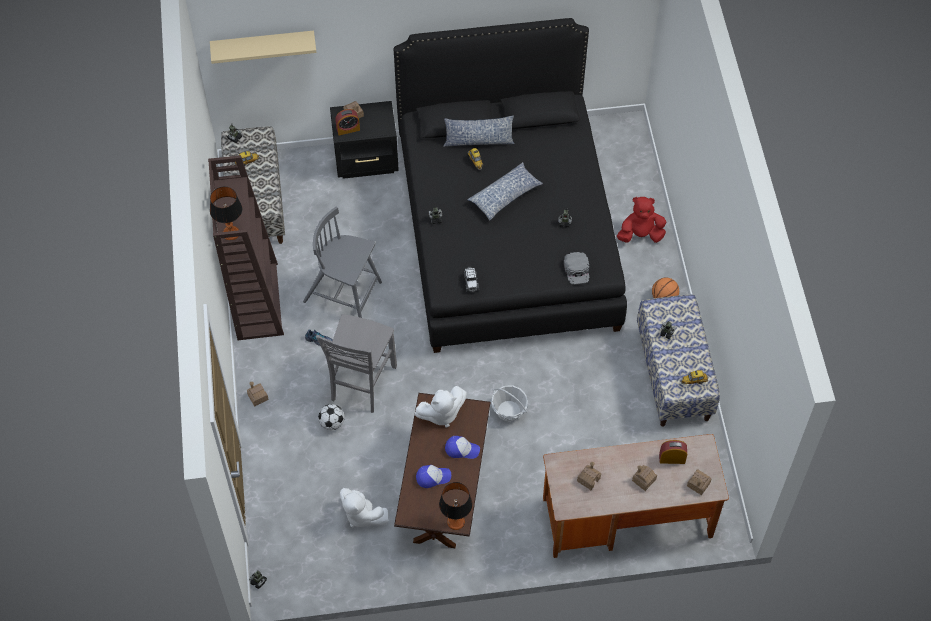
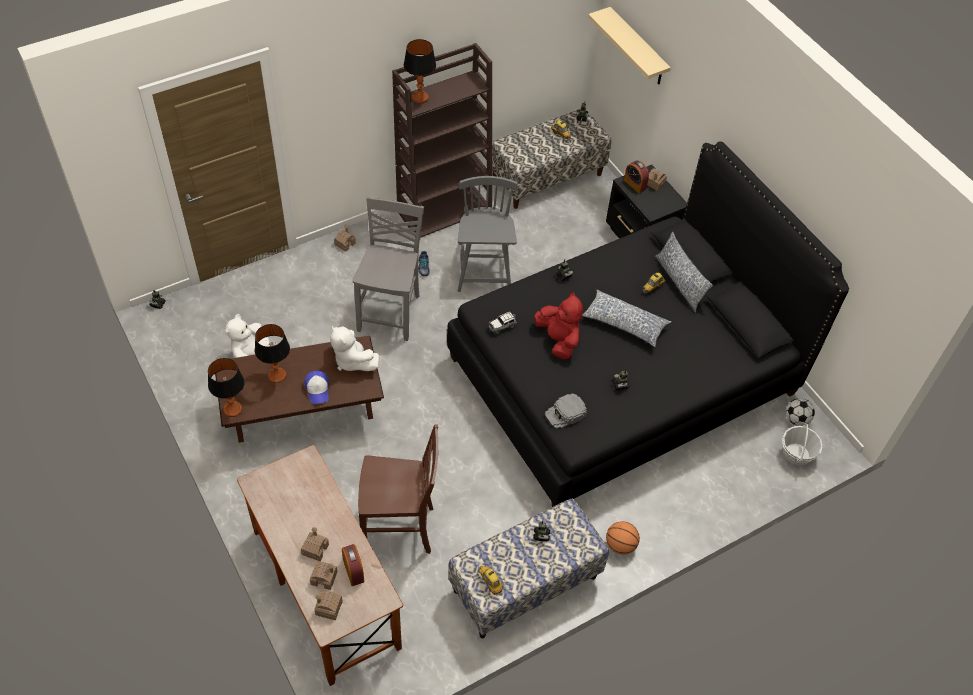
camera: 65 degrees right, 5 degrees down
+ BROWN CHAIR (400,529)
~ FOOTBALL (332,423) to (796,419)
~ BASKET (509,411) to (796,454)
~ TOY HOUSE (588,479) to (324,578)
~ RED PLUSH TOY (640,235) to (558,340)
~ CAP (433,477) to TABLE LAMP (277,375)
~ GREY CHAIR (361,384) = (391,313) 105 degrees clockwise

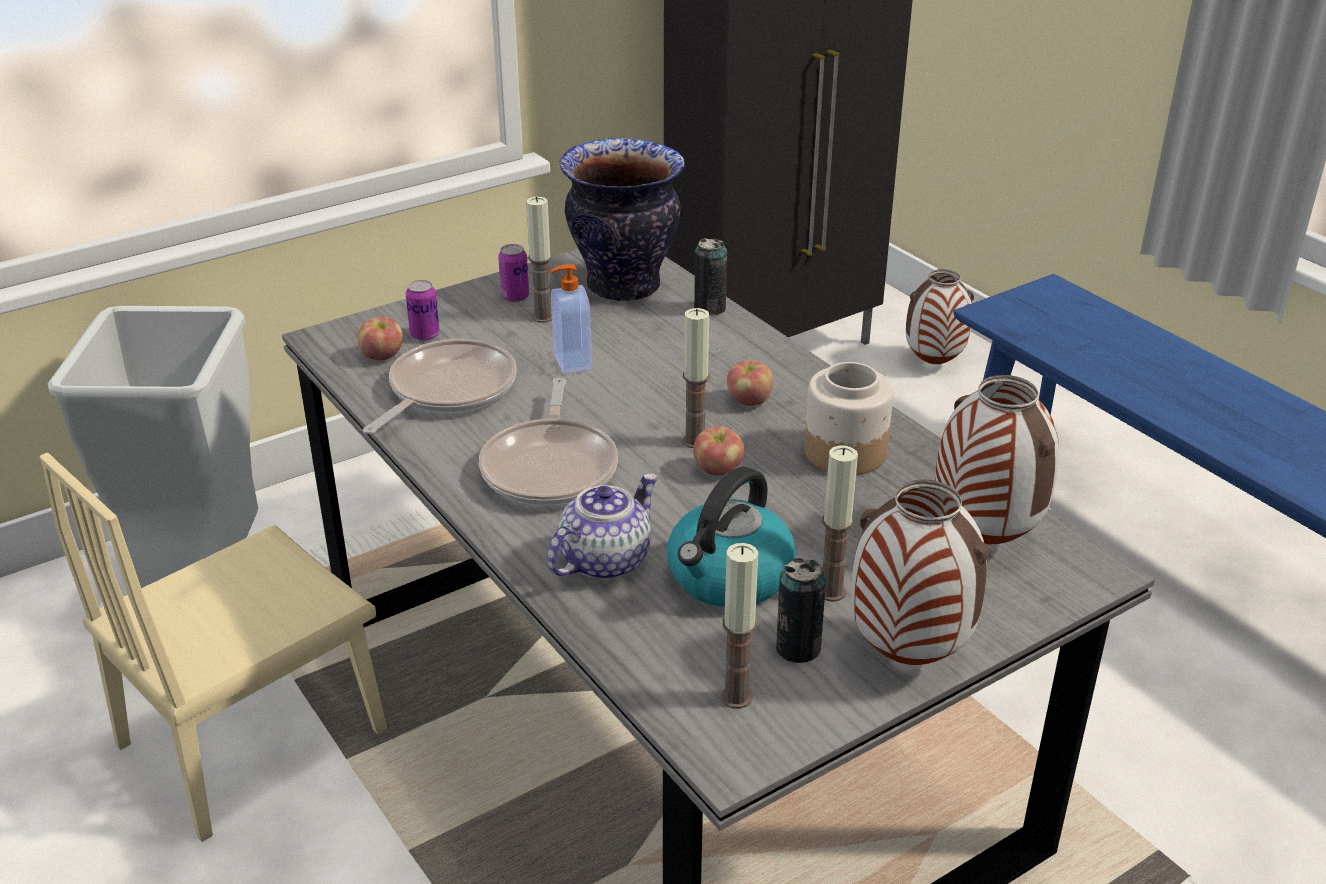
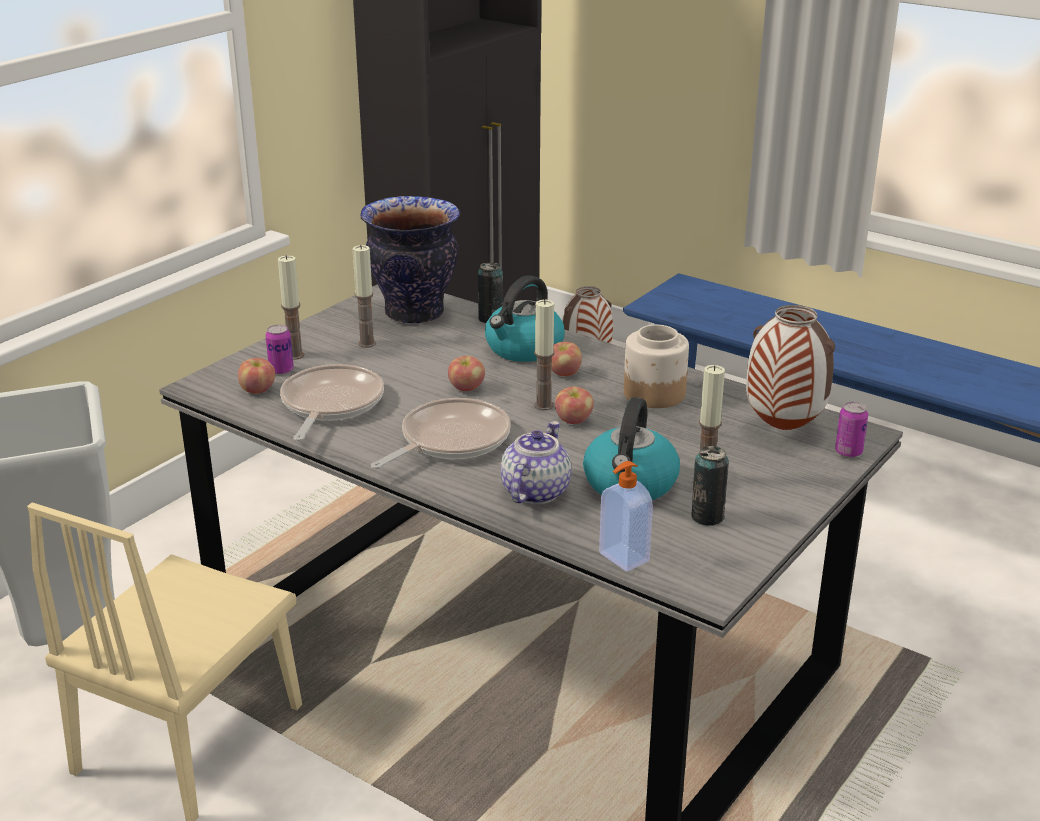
camera: 20 degrees left, 5 degrees down
- VASE (910,656)
+ APPLE (466,388)
+ KETTLE (523,349)
~ CAN (515,297) to (848,452)
~ SOAP DISPENSER (571,363) to (622,558)
~ CANDLE (736,697) to (295,355)
~ FRYING PAN (551,467) = (450,440) 120 degrees counterclockwise

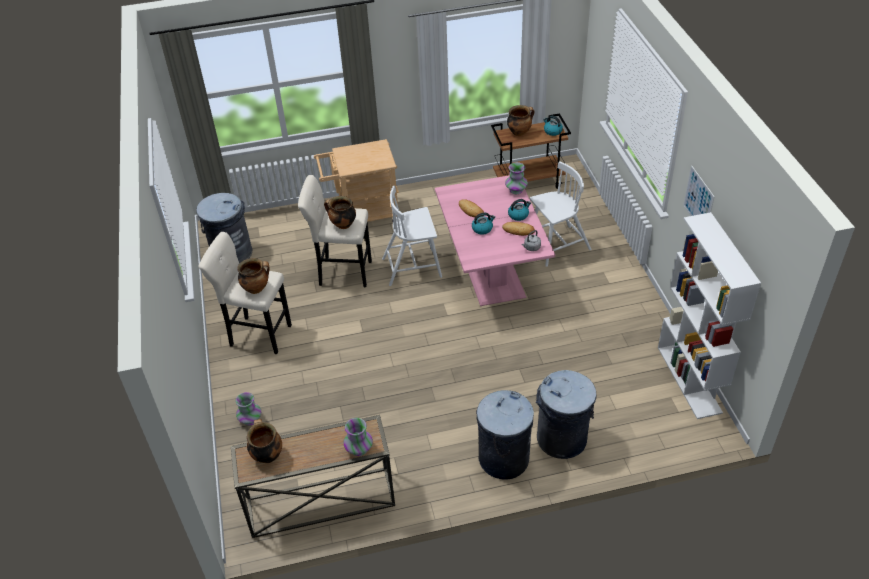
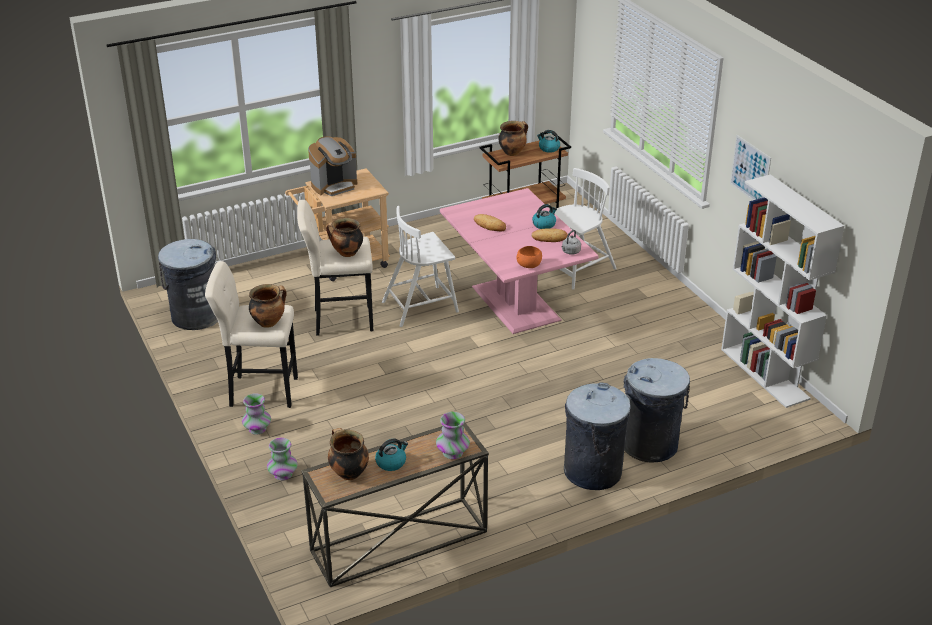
camera: 15 degrees left, 10 degrees down
+ COFFEE MACHINE (334,186)
+ ORANGE BOWL (528,266)
~ KETTLE (482,228) to (391,462)
~ VASE (516,190) to (257,429)

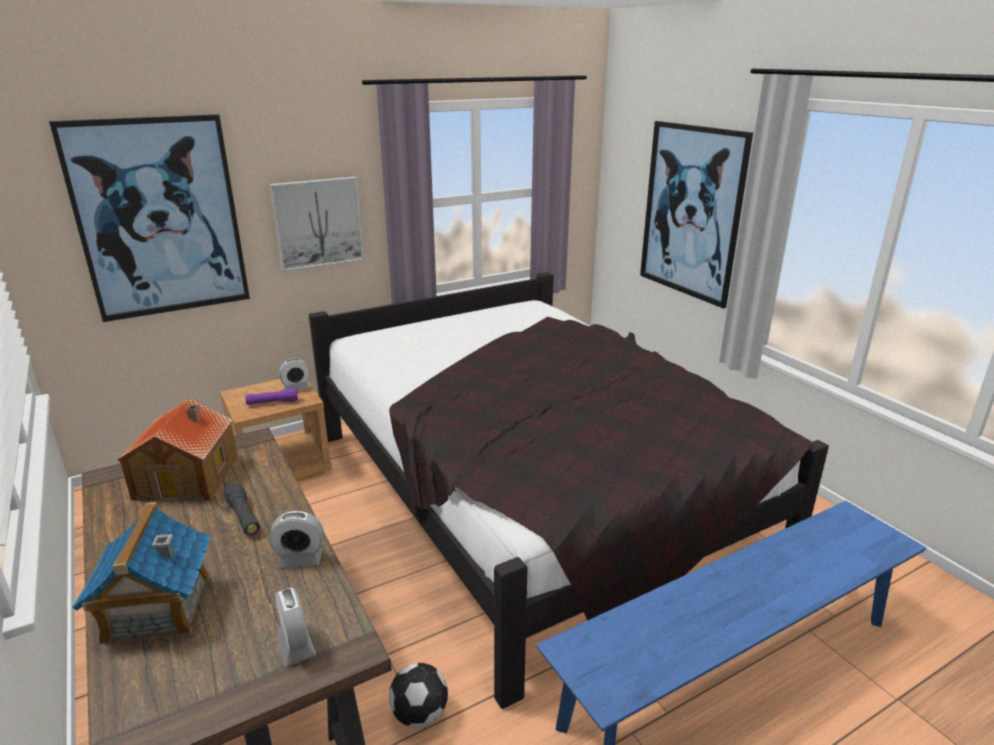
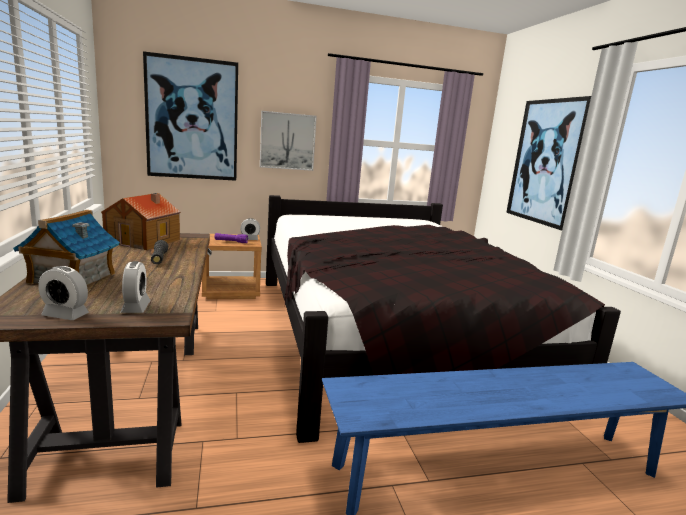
camera: 15 degrees right, 10 degrees down
- FOOTBALL (420,713)
~ ALARM CLOCK (300,559) to (65,315)

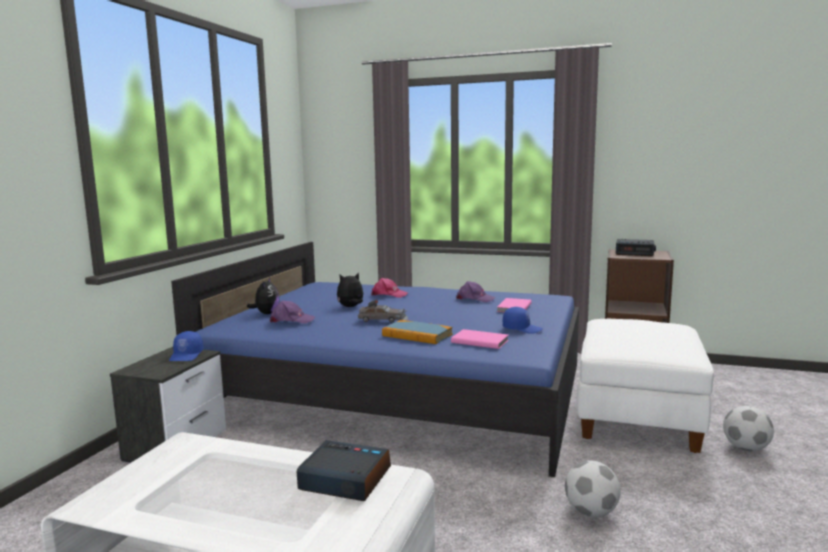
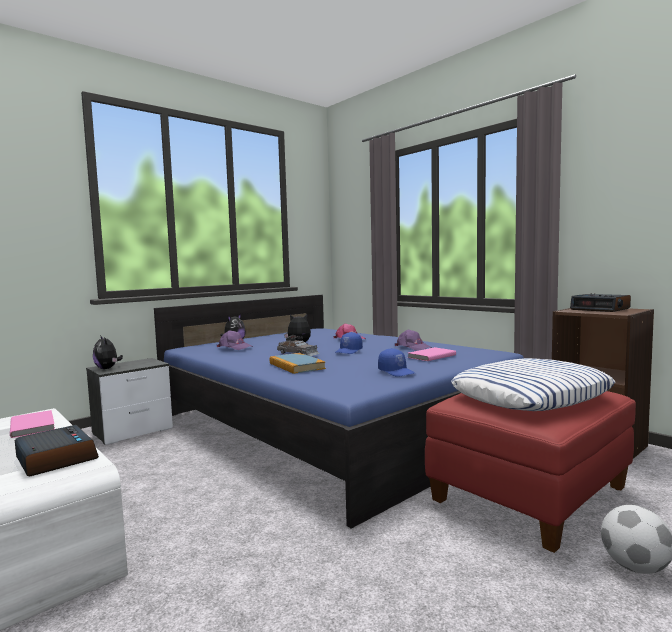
camera: 30 degrees right, 5 degrees down
- FOOTBALL (591,512)
+ PLUSH TOY (107,368)
+ PILLOW (531,395)
~ BLUE CAP (187,355) to (349,351)
~ PINK BOOK (479,341) to (34,425)
~ WHITE OTTOMAN (636,417) to RED OTTOMAN (529,495)

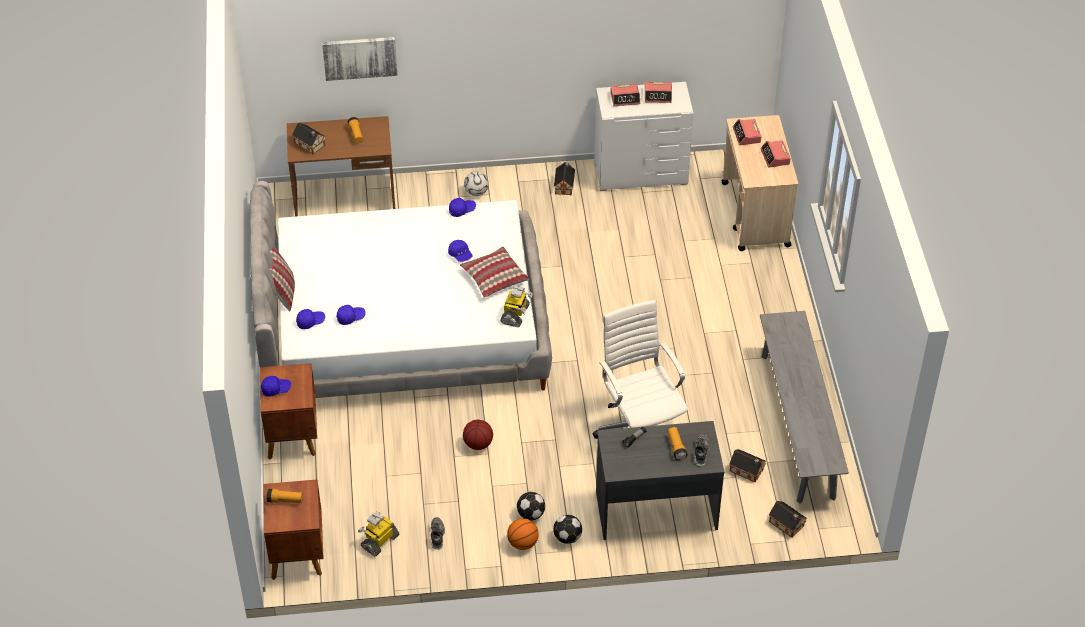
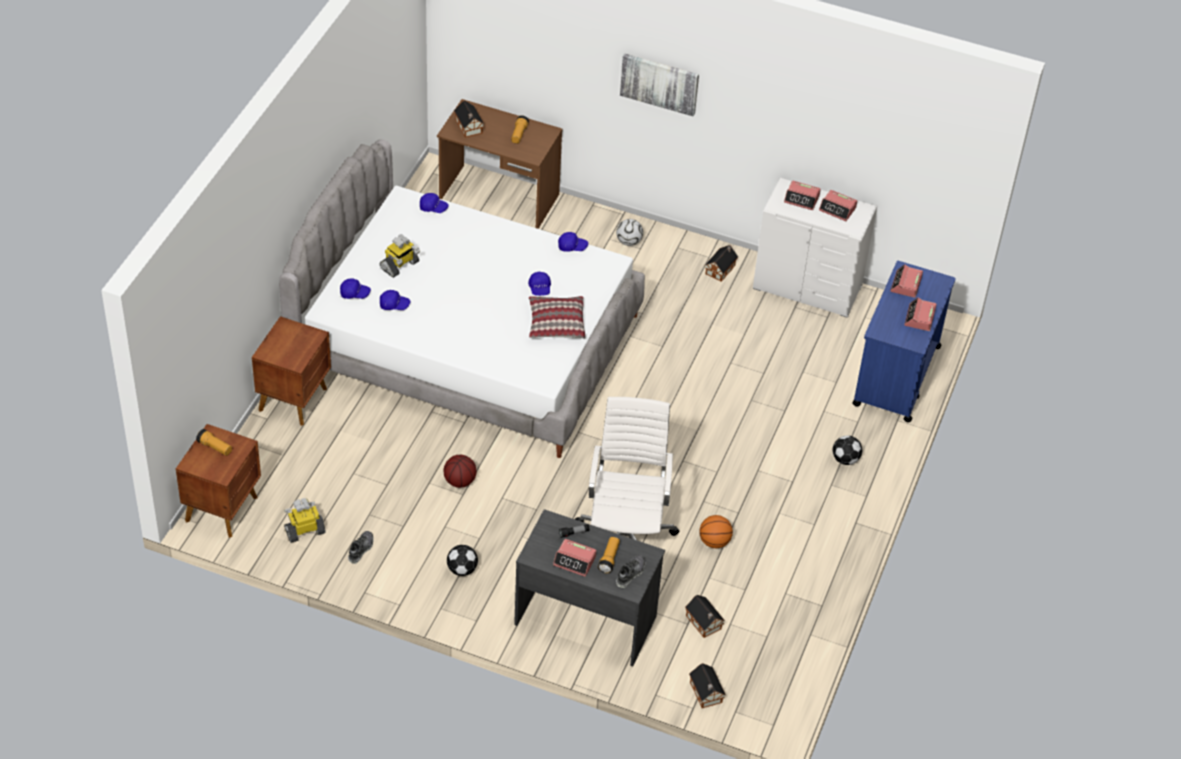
camera: 25 degrees right, 0 degrees up
- PILLOW (283,292)
- GREY BENCH (797,425)
+ ALARM CLOCK (575,561)
~ BLUE CAP (276,389) to (433,208)
~ PICTURE (360,57) to (659,83)
~ TOY ROBOT (515,314) to (399,265)
~ BASKETBALL (522,543) to (714,542)
~ FOOTBALL (567,538) to (845,460)
~ BEIGE CART (755,215) to BLUE CART (896,376)

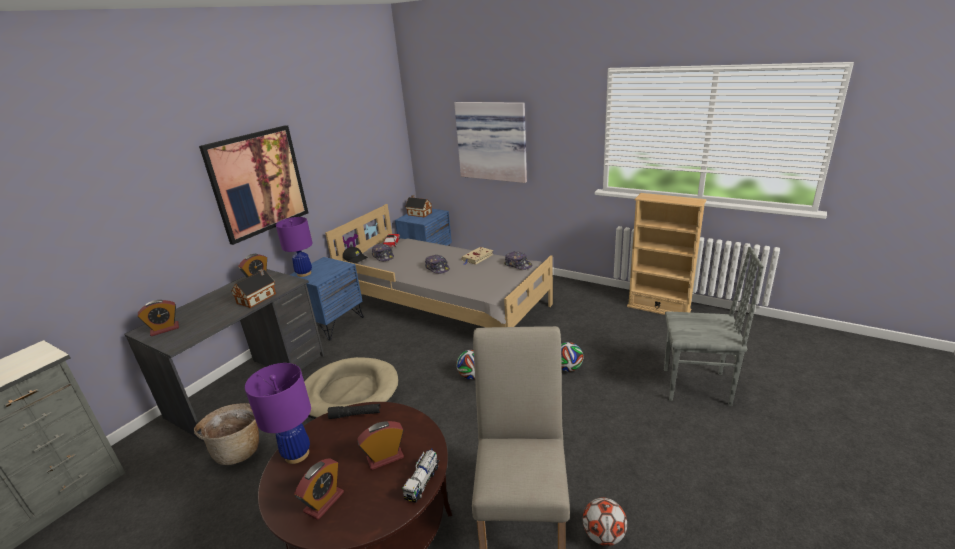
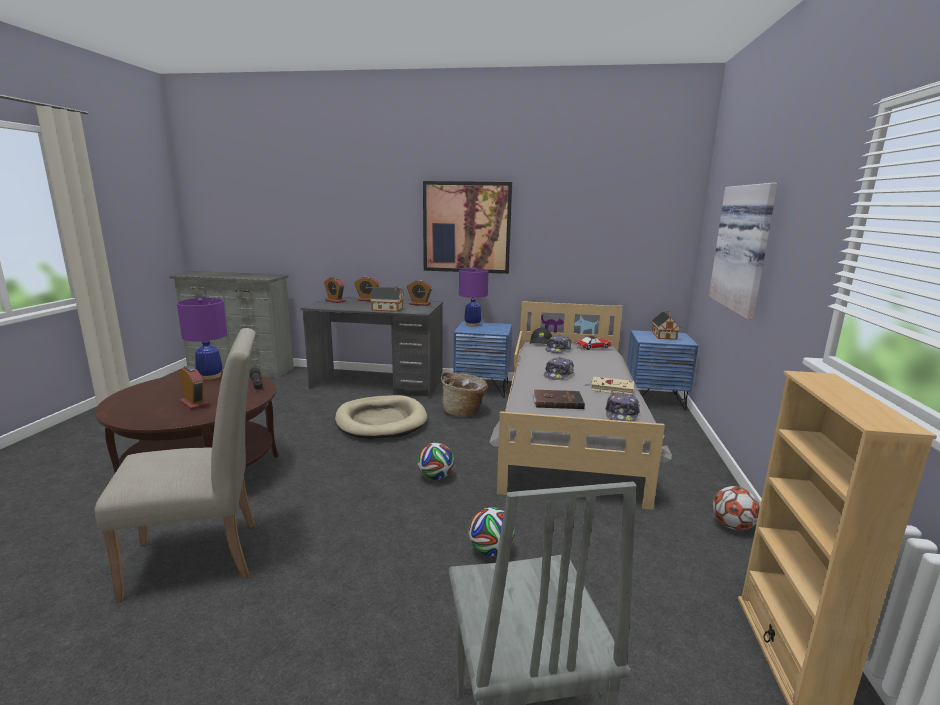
camera: 65 degrees right, 10 degrees down
- TOY TRUCK (422,482)
+ BROWN BOOK (557,401)
~ BASKET (239,449) to (463,411)
~ ALARM CLOCK (324,502) to (367,300)
~ FOOTBALL (603,535) to (732,526)

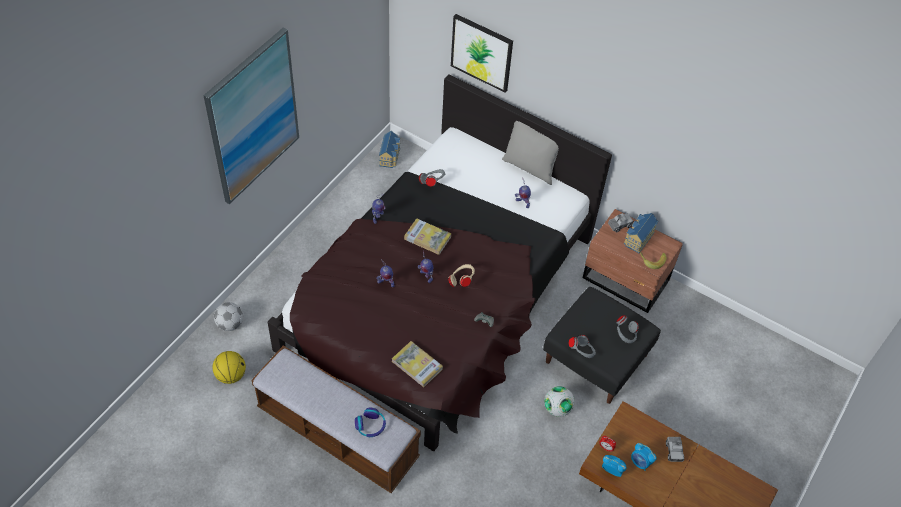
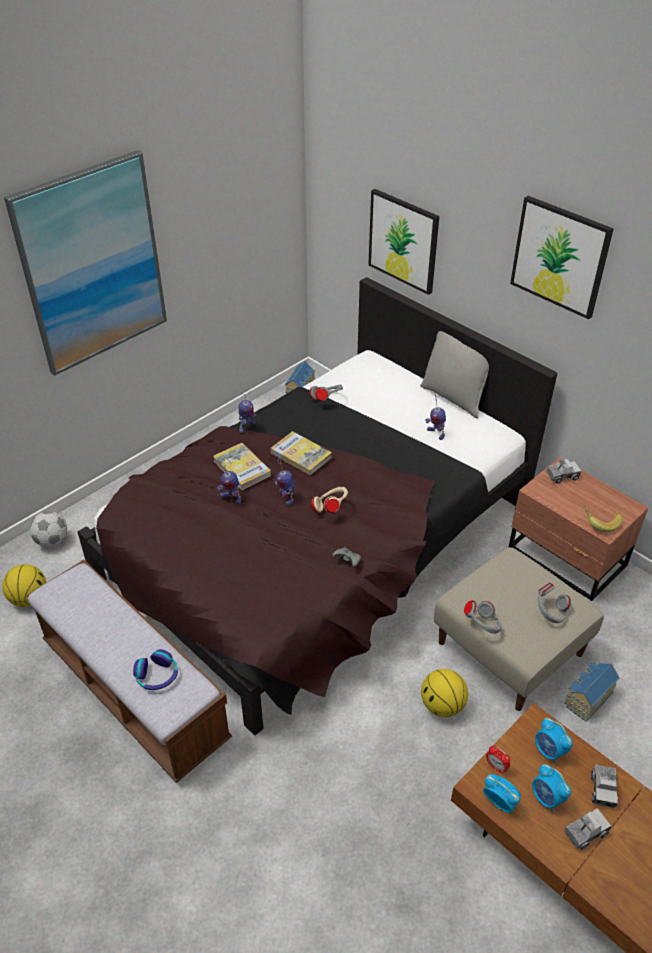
camera: 15 degrees right, 10 degrees down
+ PICTURE (560,256)
+ ALARM CLOCK (549,751)
+ TOY TRUCK (585,832)
~ BOOK (417,365) to (242,468)
~ TOY HOUSE (637,238) to (587,698)
~ FOOTBALL (557,408) to BASKETBALL (442,706)
~ BLACK OTTOMAN (595,358) to BEIGE OTTOMAN (508,648)

